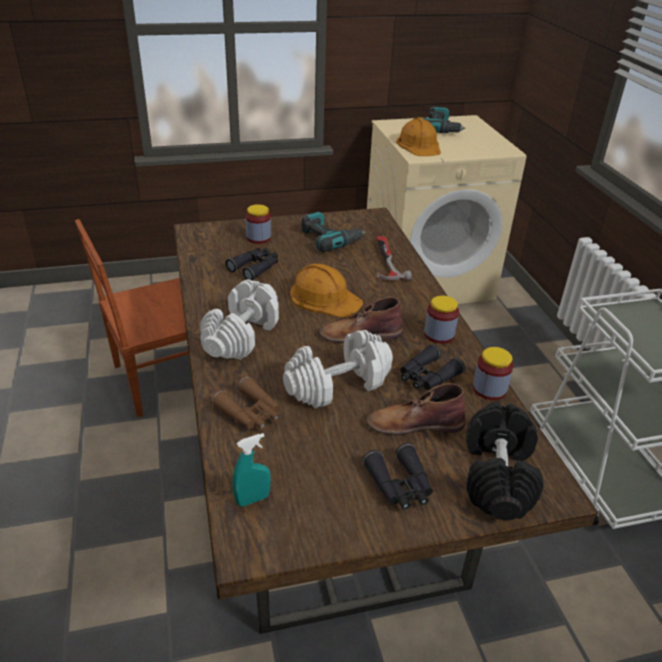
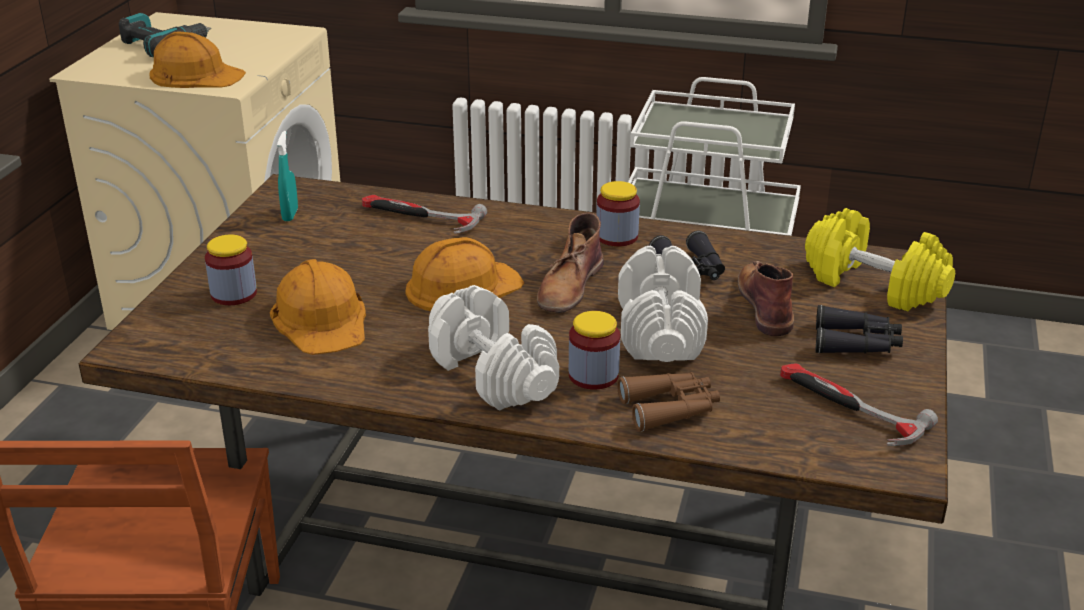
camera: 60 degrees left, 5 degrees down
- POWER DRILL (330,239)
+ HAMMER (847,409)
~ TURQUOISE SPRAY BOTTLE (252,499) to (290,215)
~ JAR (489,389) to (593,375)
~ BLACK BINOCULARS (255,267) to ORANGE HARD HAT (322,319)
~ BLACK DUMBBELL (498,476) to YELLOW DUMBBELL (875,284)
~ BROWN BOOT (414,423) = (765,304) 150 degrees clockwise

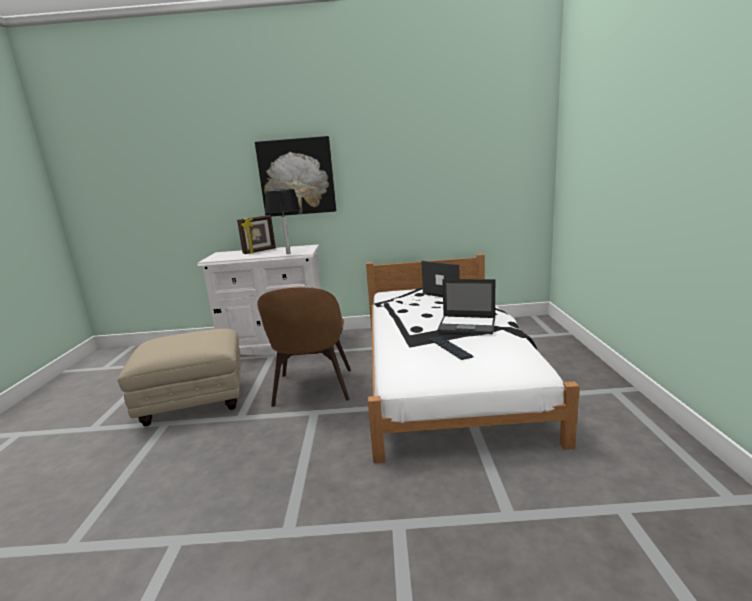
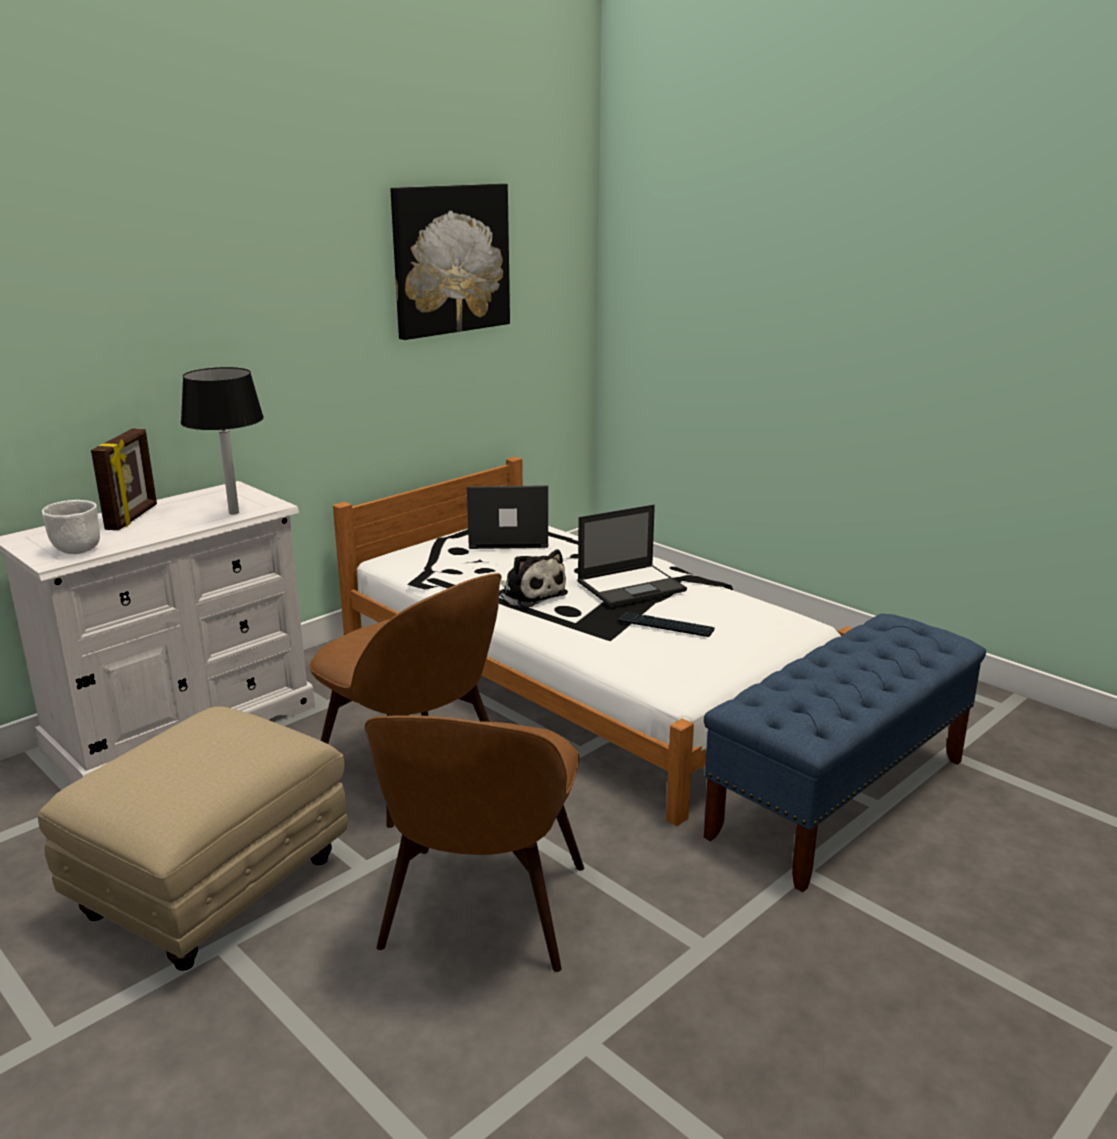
camera: 45 degrees left, 5 degrees up
+ WHITE BOWL (76,550)
+ BROWN CHAIR (482,912)
+ PLUSH TOY (530,594)
+ BLUE BENCH (840,796)
~ PICTURE (297,177) to (450,259)

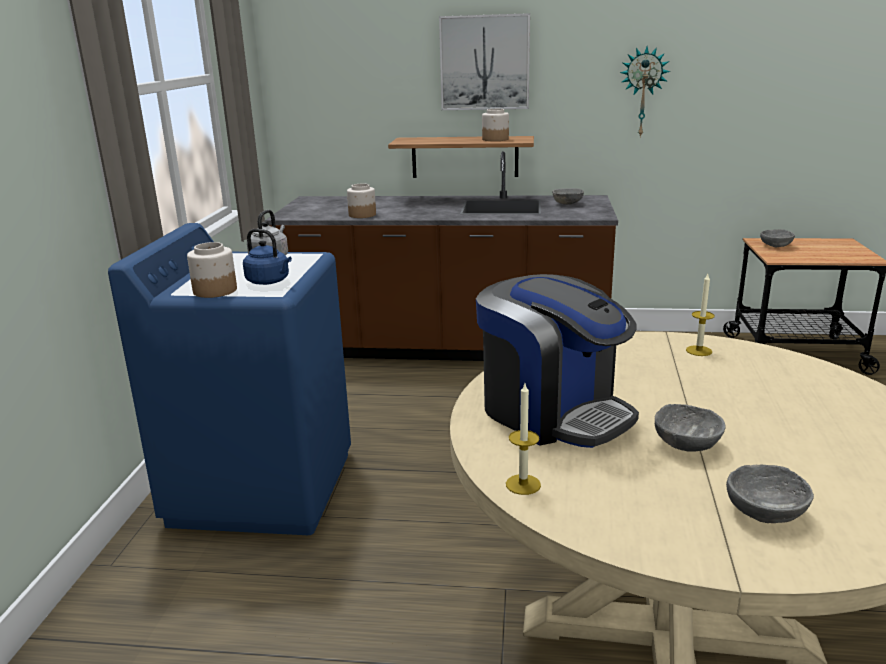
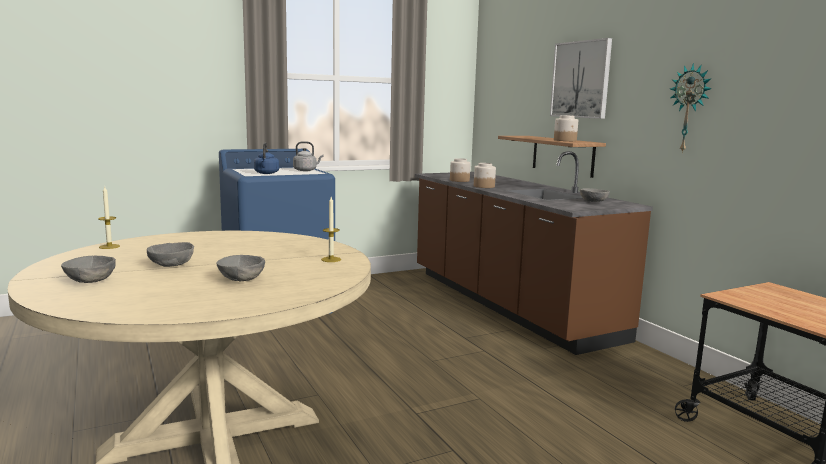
camera: 55 degrees right, 10 degrees down
- COFFEE MACHINE (553,412)
~ JAR (214,291) to (483,186)
~ GREY BOWL (775,246) to (242,279)

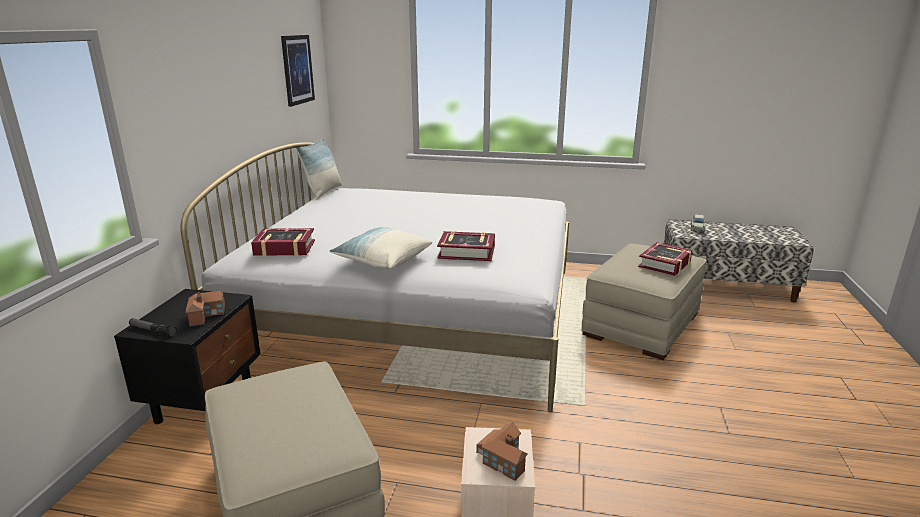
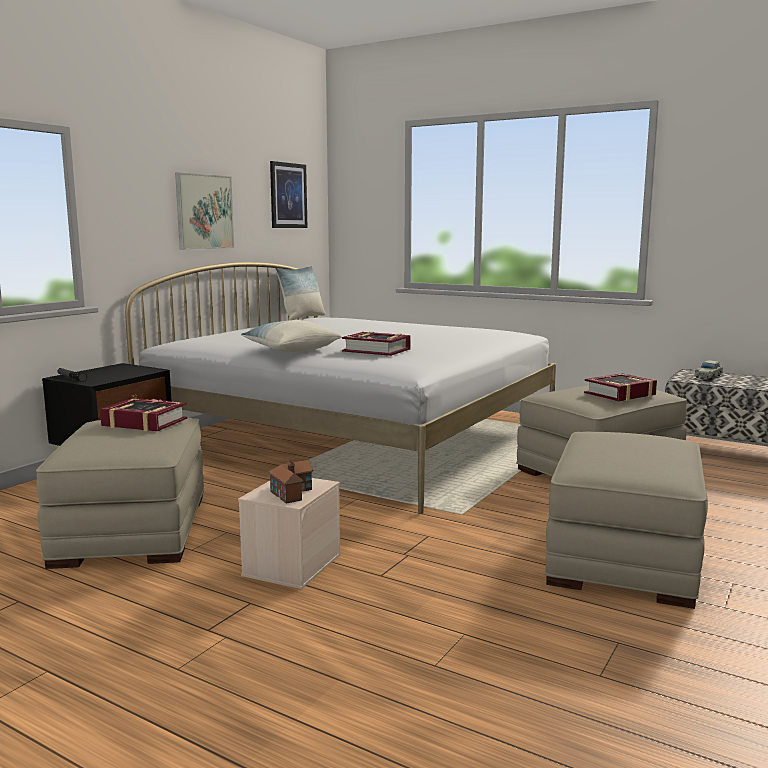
camera: 20 degrees right, 10 degrees down
- TOY HOUSE (207,314)
+ PICTURE (204,212)
+ BEIGE OTTOMAN (624,555)
~ BOOK (284,248) to (144,422)

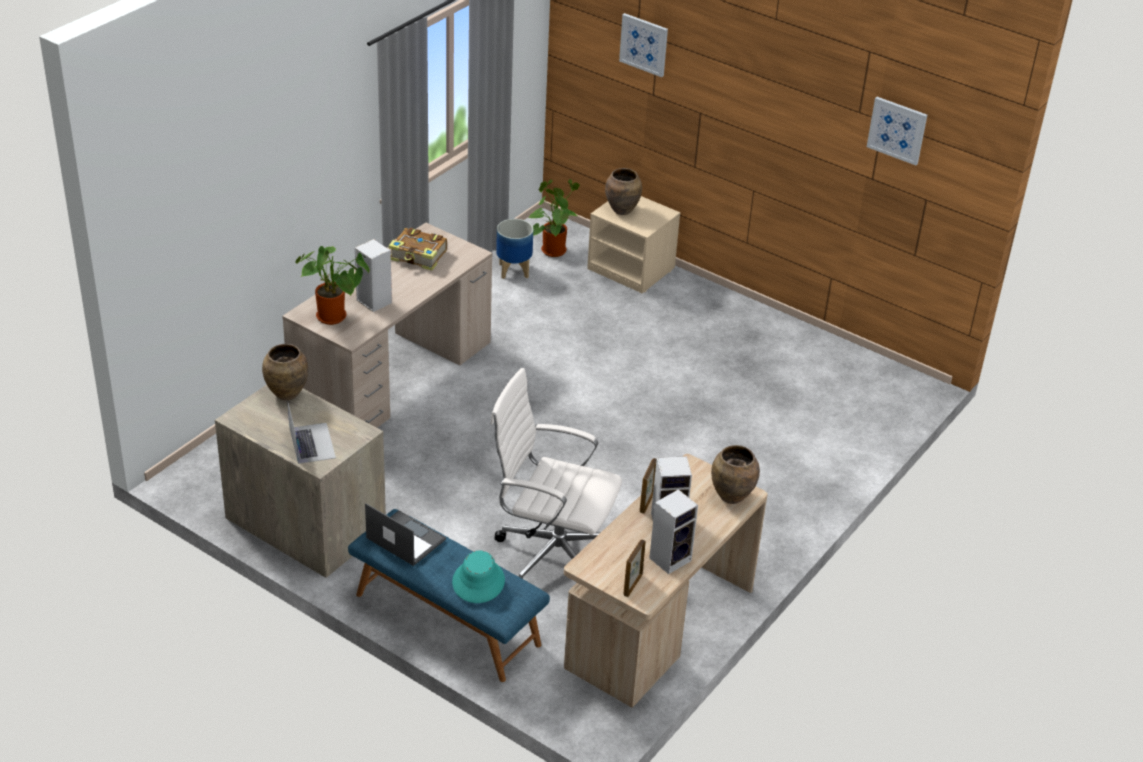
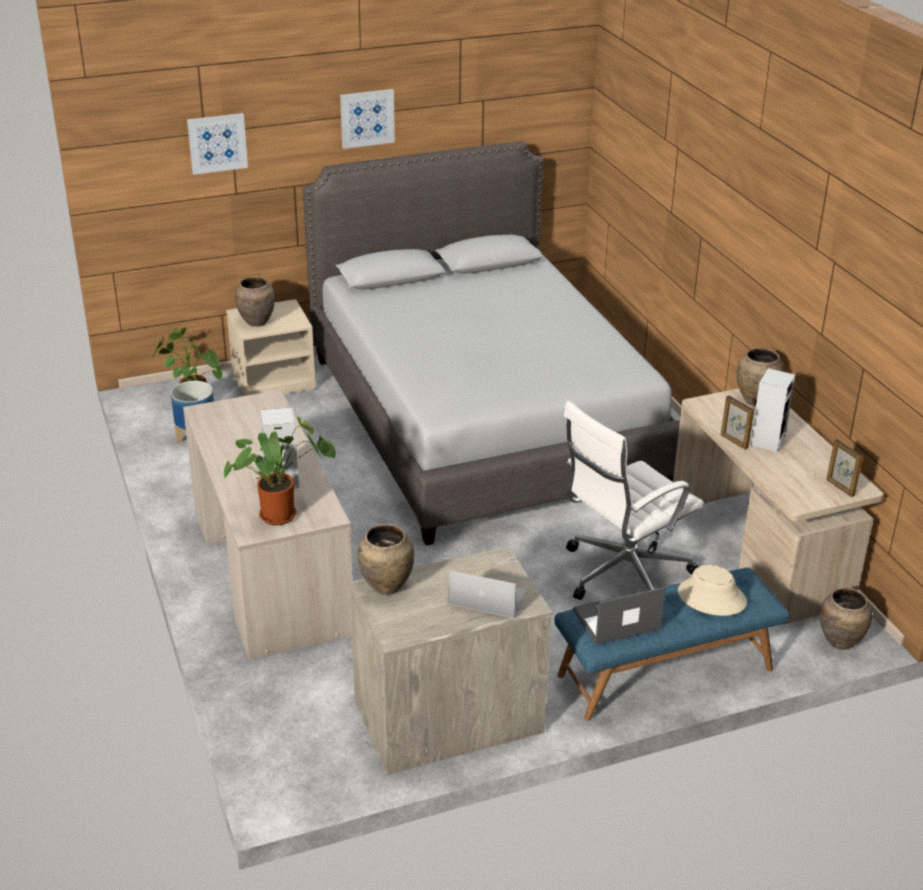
camera: 55 degrees left, 5 degrees down
- BOOK (418,256)
- SPEAKER (670,558)
+ GREY BED (483,420)
+ BROWN VASE (840,642)
~ PICTURE (897,130) to (367,118)
~ TURQUOISE HAT (478,581) to BEIGE HAT (711,597)

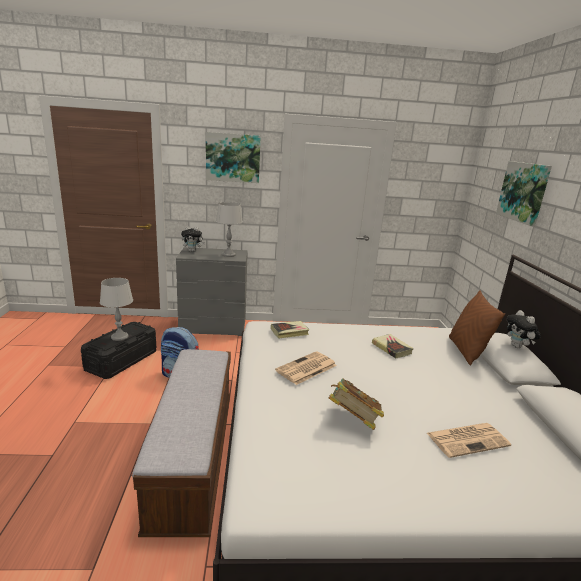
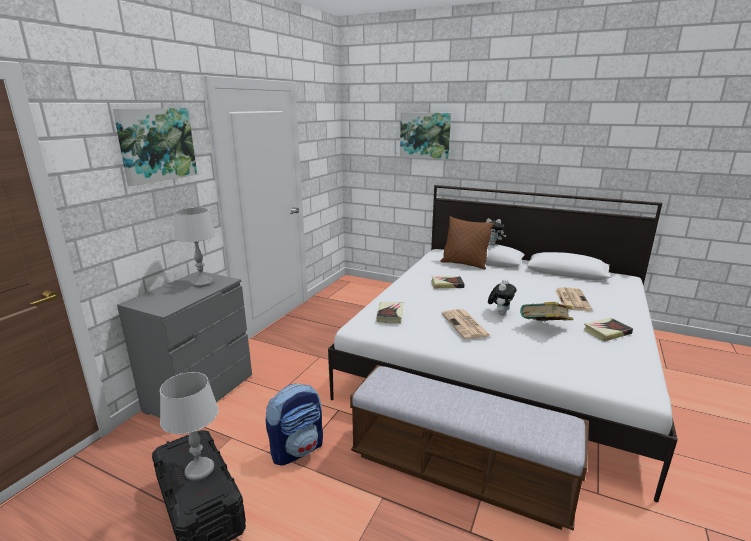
camera: 60 degrees left, 0 degrees up
+ BOOK (606,332)
~ PLUSH TOY (193,251) to (500,313)

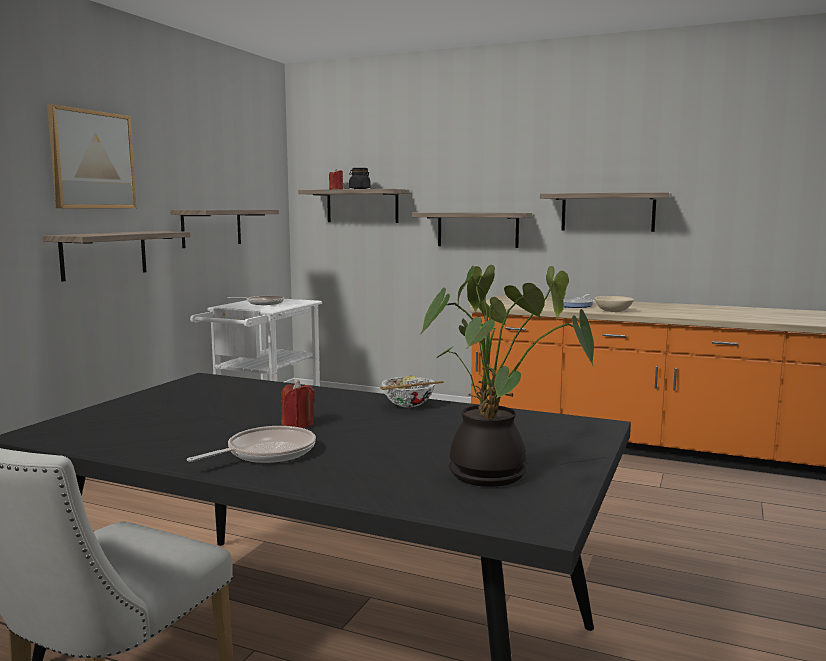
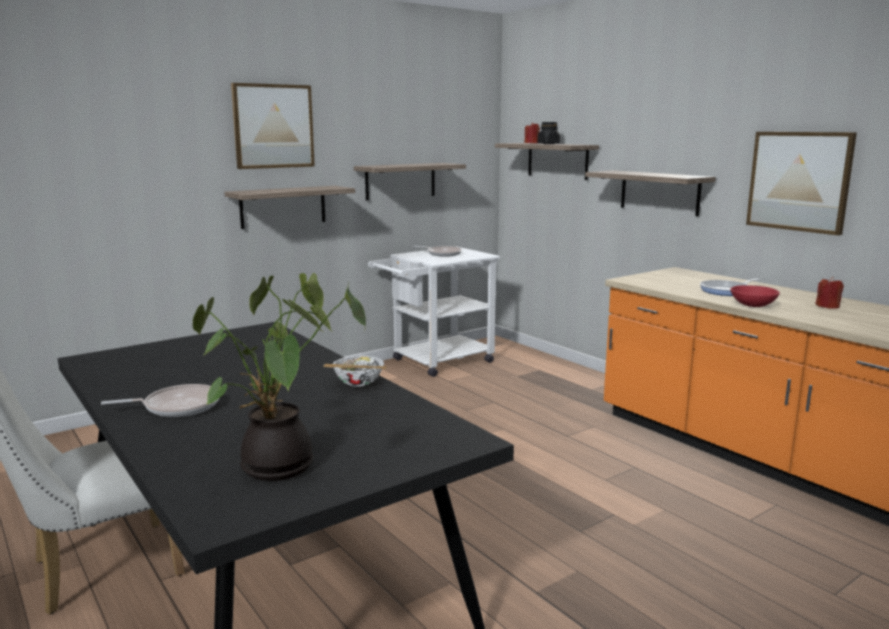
camera: 30 degrees right, 5 degrees up
~ RED CANDLE (298,424) to (827,306)
~ SHELF (607,212) to PICTURE (799,181)
~ BEIGE BOWL (613,311) to RED BOWL (753,305)

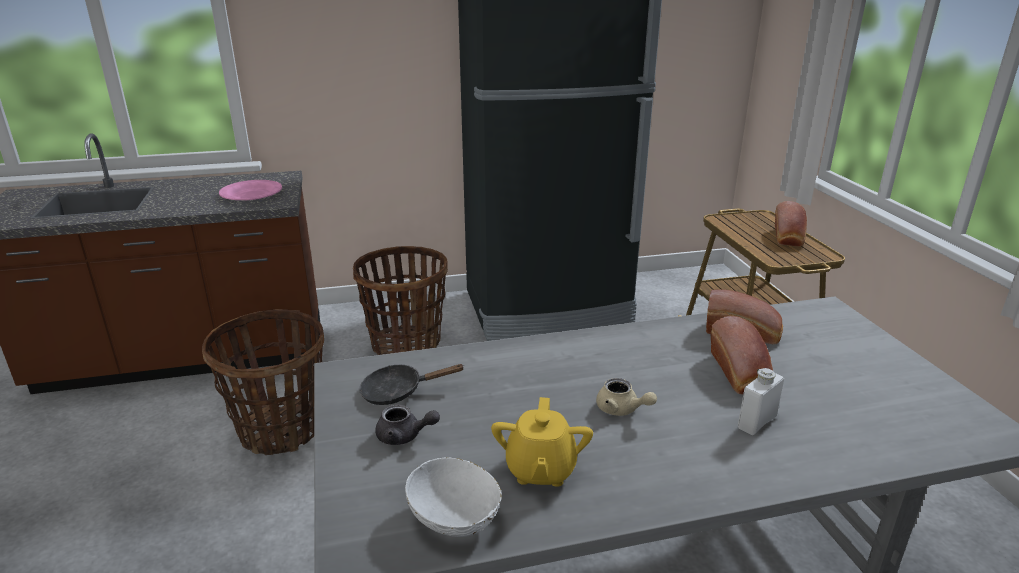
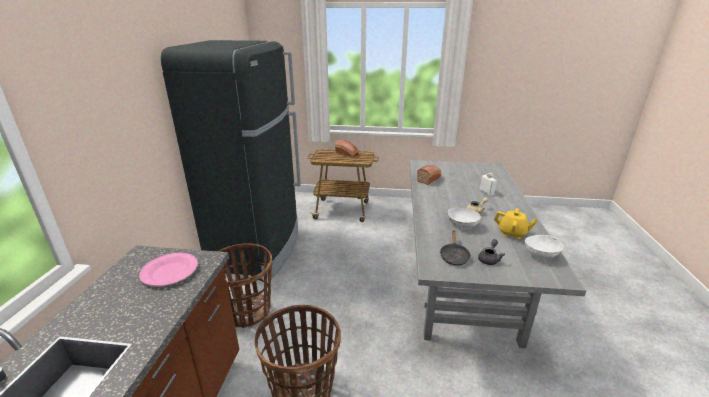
camera: 70 degrees left, 0 degrees up
- BREAD (740,374)
+ WHITE BOWL (461,225)

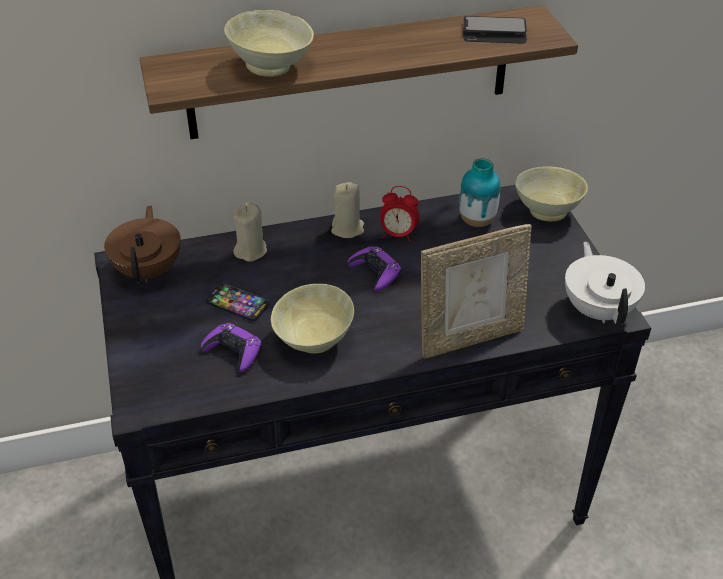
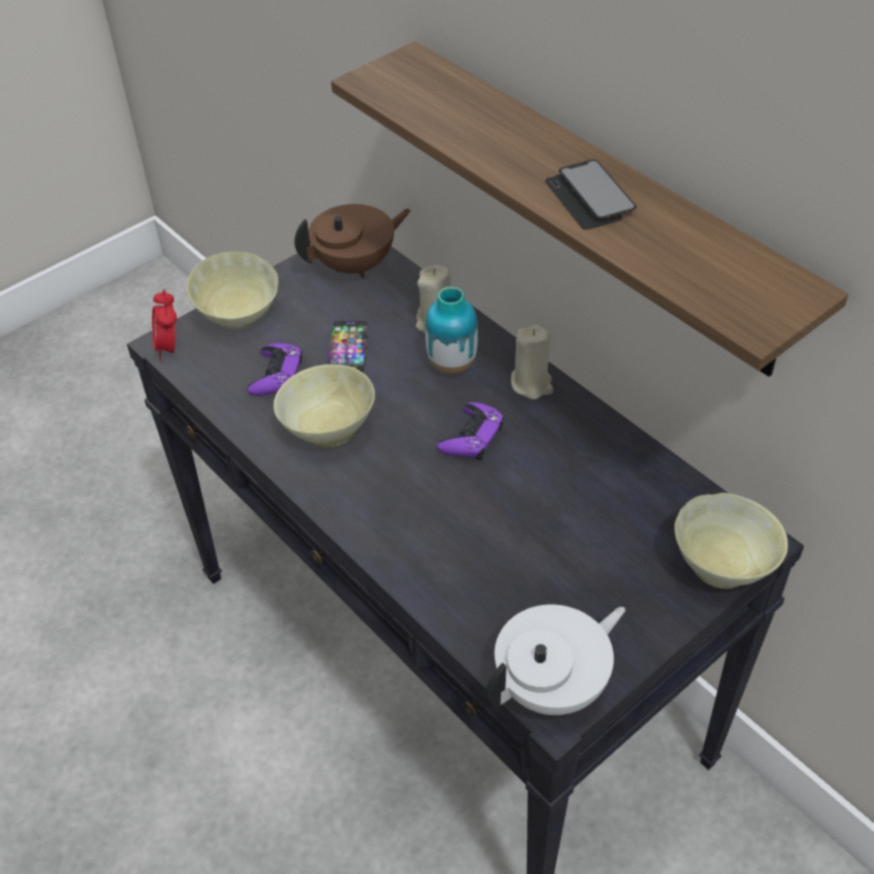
camera: 65 degrees right, 5 degrees up
- PICTURE FRAME (470,338)
~ BEIGE BOWL (272,67) to (237,316)
~ ALARM CLOCK (398,235) to (170,348)
~ VASE (477,221) to (452,364)
~ PHONE (494,32) to (589,197)

